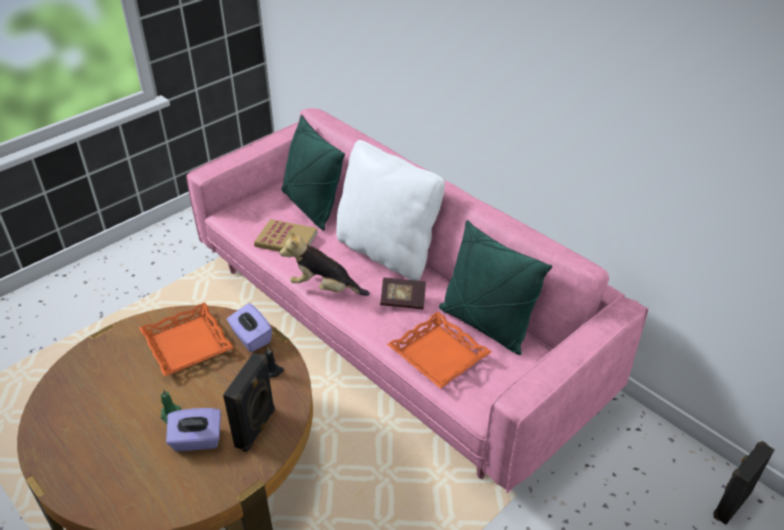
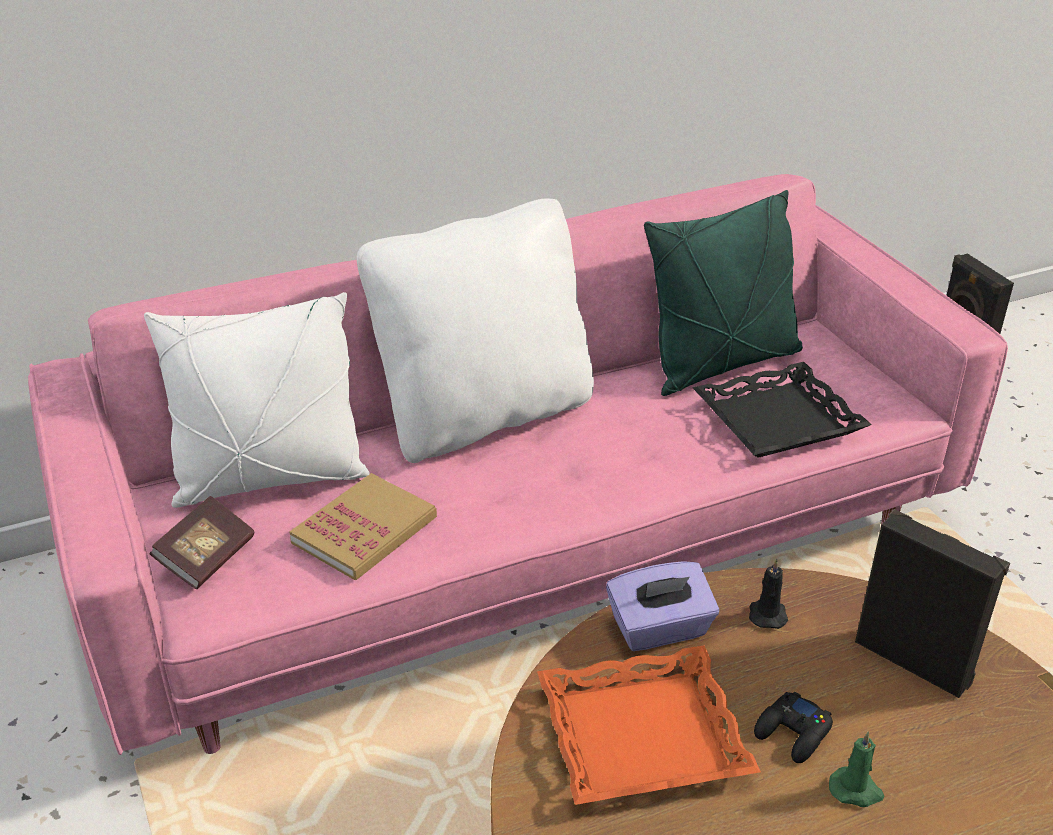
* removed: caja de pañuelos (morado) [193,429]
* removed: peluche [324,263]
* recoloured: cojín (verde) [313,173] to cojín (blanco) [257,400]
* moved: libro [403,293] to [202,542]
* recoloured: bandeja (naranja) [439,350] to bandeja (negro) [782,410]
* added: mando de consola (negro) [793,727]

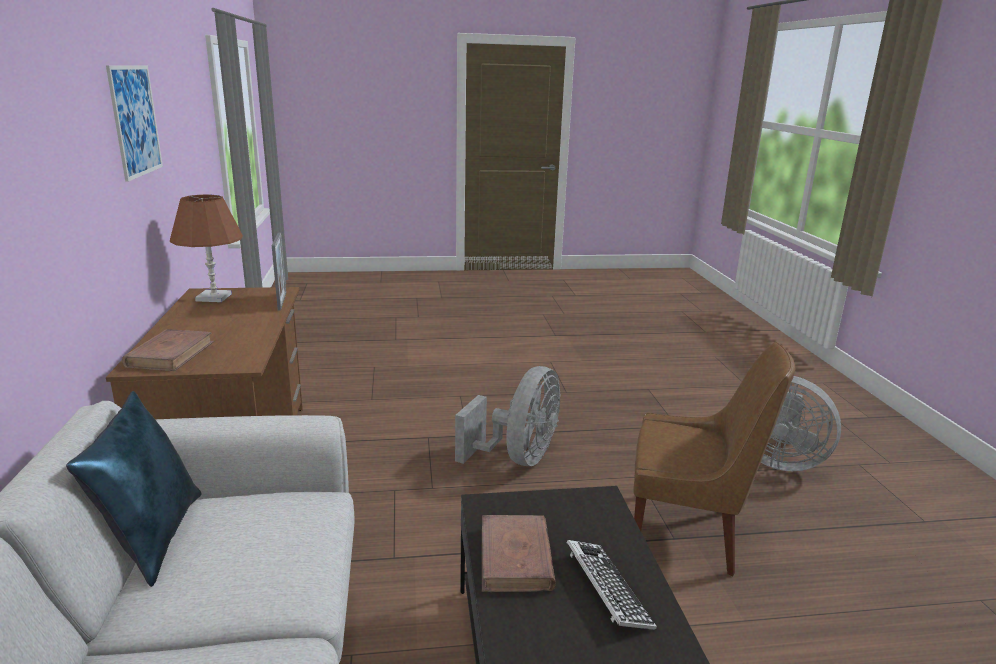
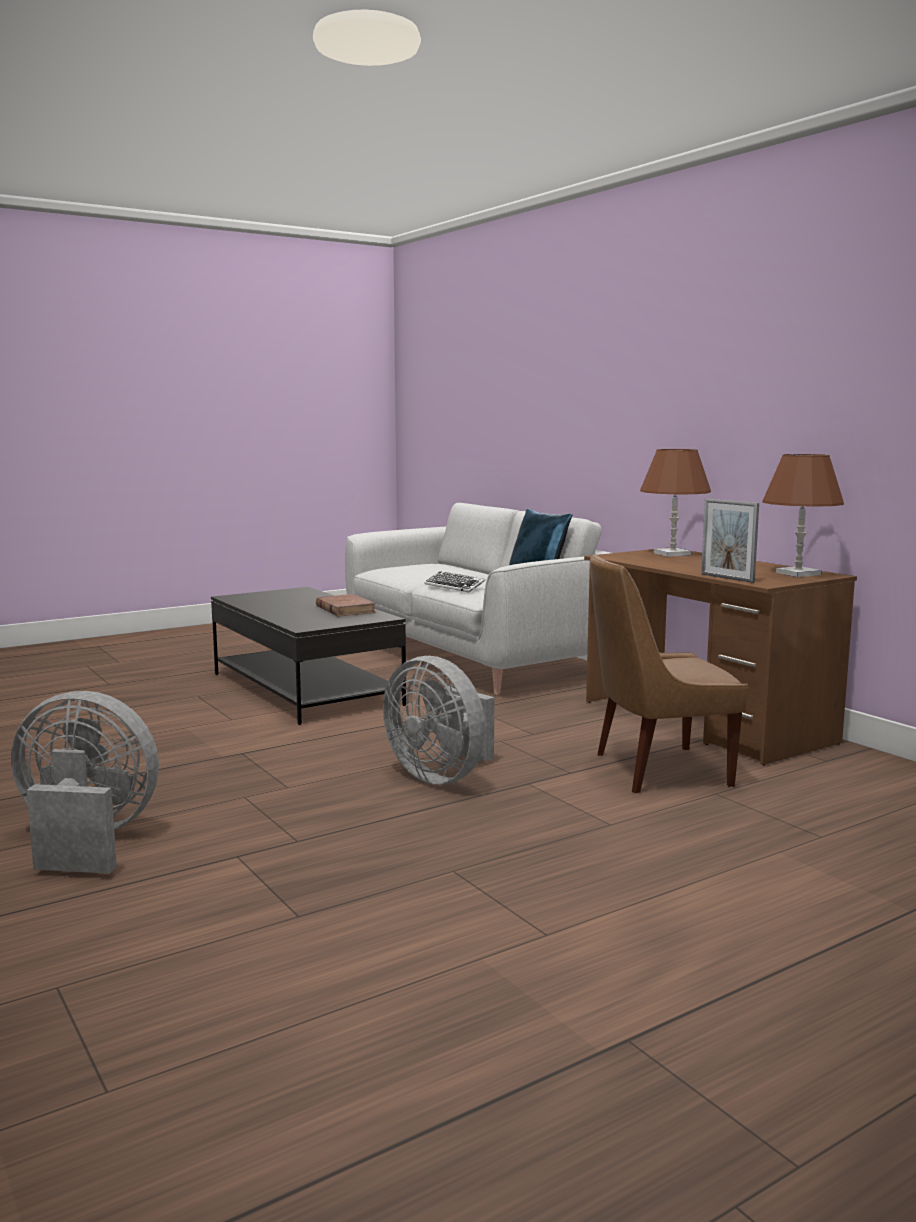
* removed: cuadro [134,123]
* replaced: libro (marrón) [168,350] to lámpara de mesa (marrón) [675,503]
* turned: ventilador (gris) [507,416] = [438,720] 45 degrees counterclockwise
* moved: teclado [612,585] to [454,581]
* moved: silla (marrón) [714,459] to [669,673]

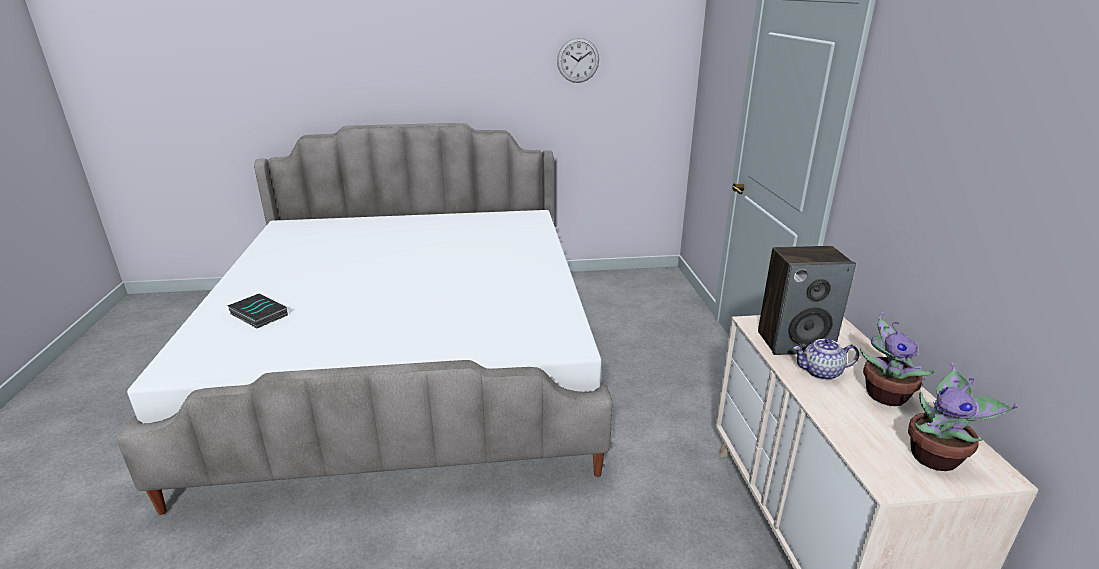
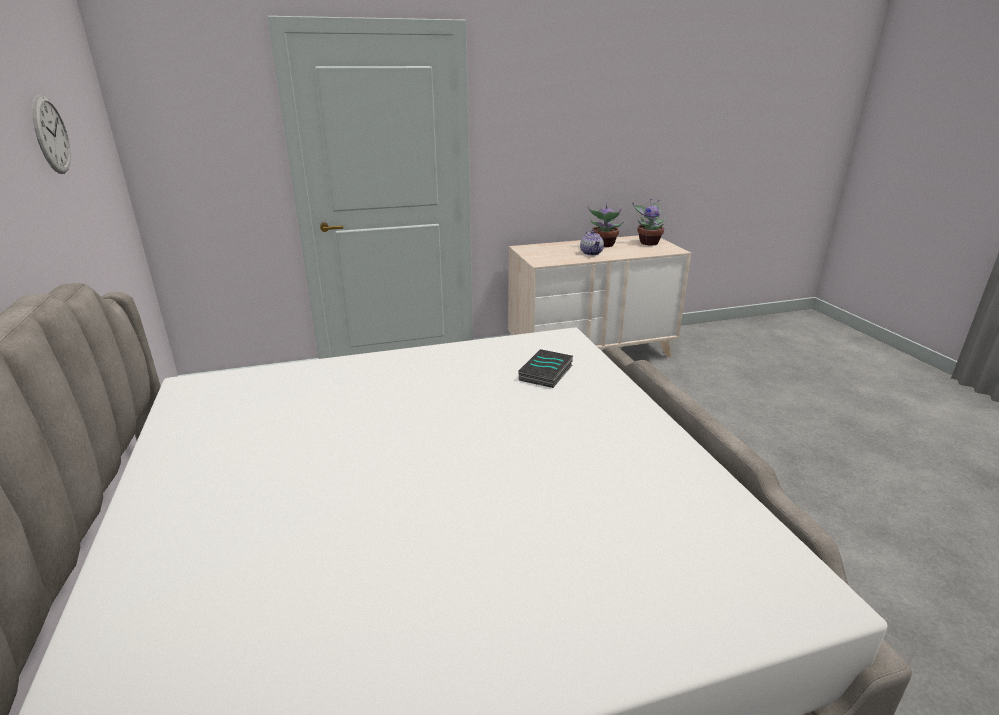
* moved: libro [257,311] to [546,368]
* removed: altavoz [807,300]

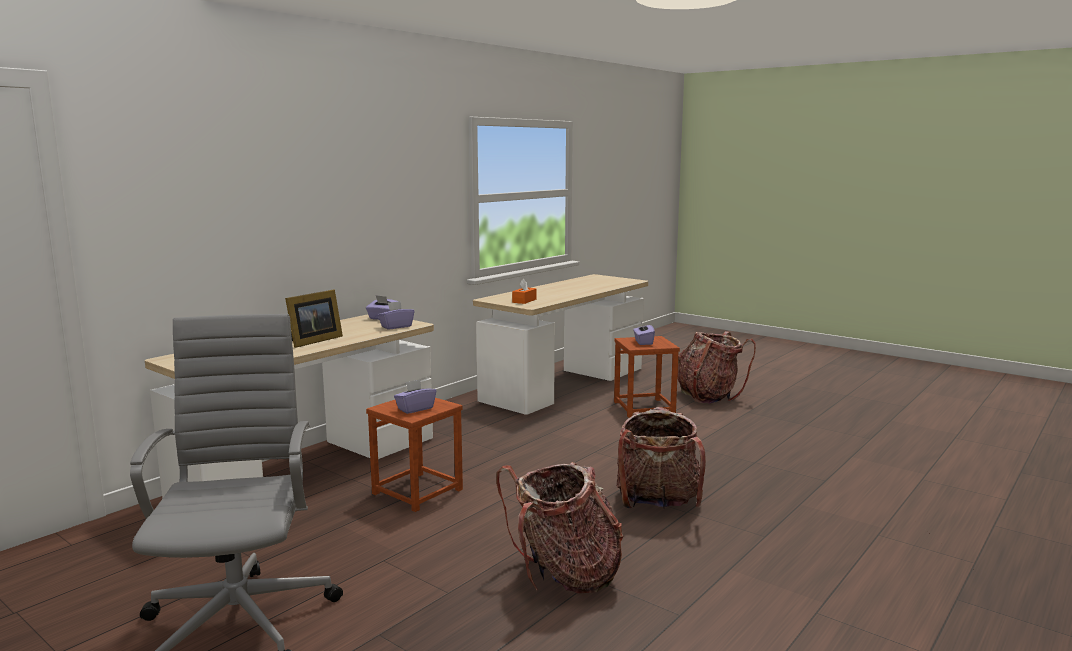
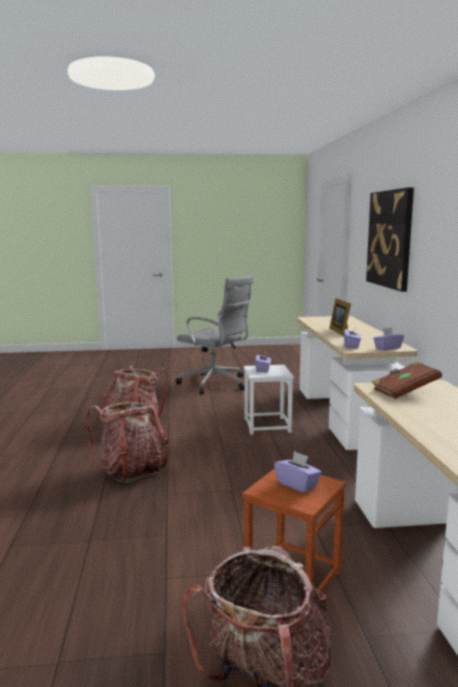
* recoloured: taburete (marrón) [414,455] to taburete (blanco) [269,400]
* replaced: caja de pañuelos (naranja) [524,291] to libro (marrón) [407,380]
* added: cuadro [390,239]

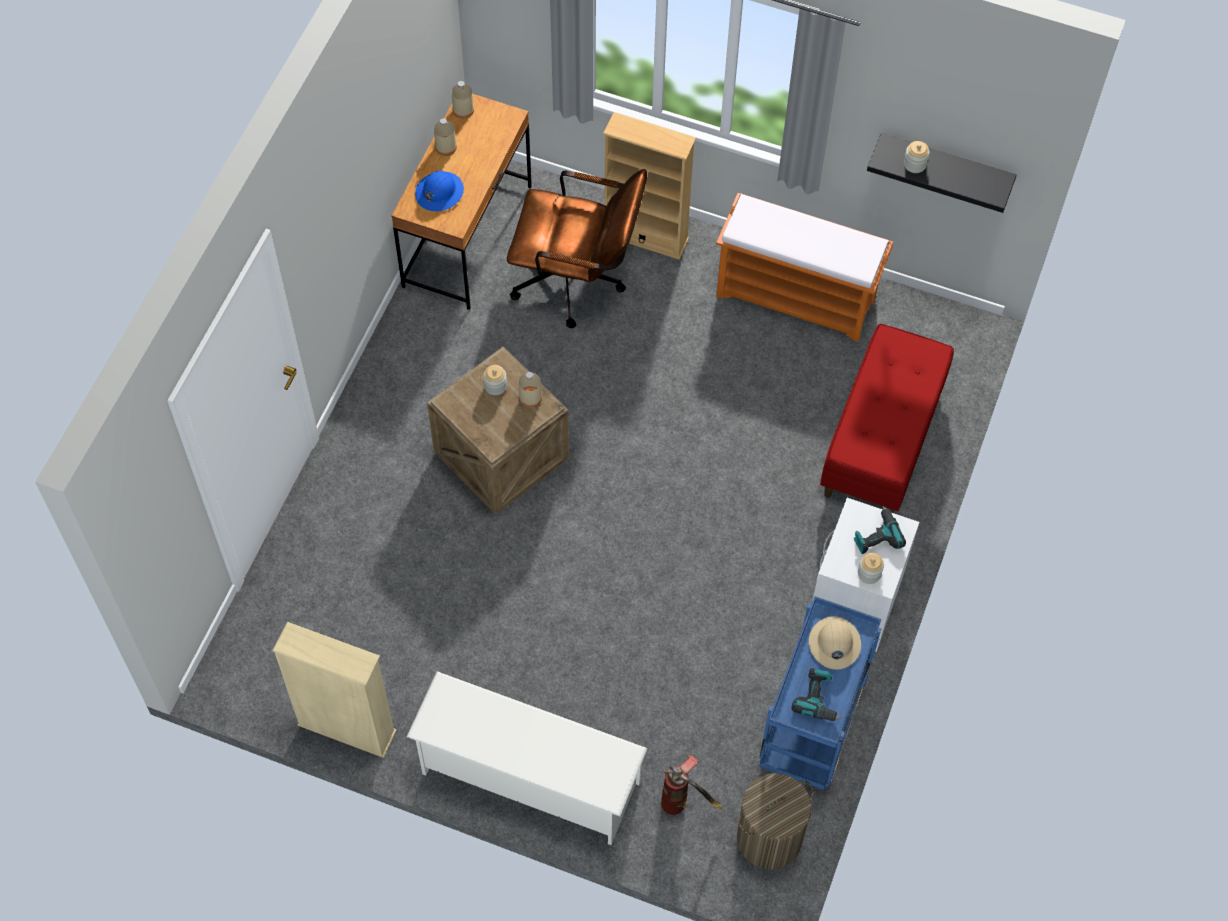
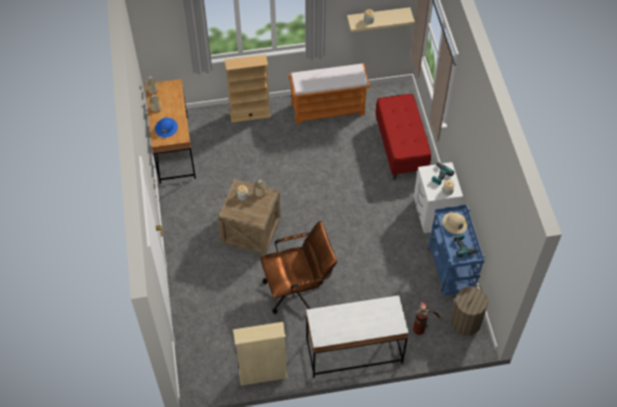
* replaced: zapatero (blanco) [527,758] to escritorio (blanco) [357,336]
* moved: silla de oficina (marrón) [577,248] to [298,267]
* recoloured: estante (negro) [941,173] to estante (beis) [381,19]

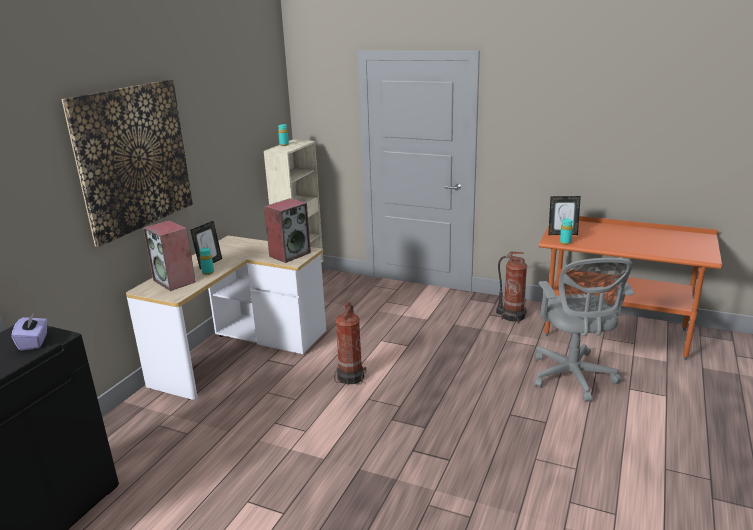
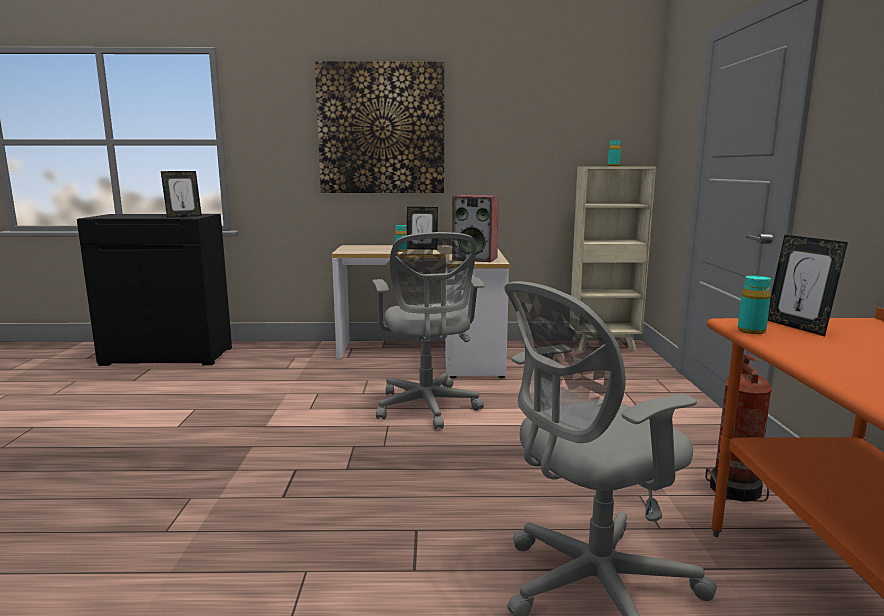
* replaced: caja de pañuelos (morado) [29,331] to portarretratos [181,194]
* removed: altavoz [169,255]
* replaced: extintor [350,343] to silla de oficina (gris) [428,331]

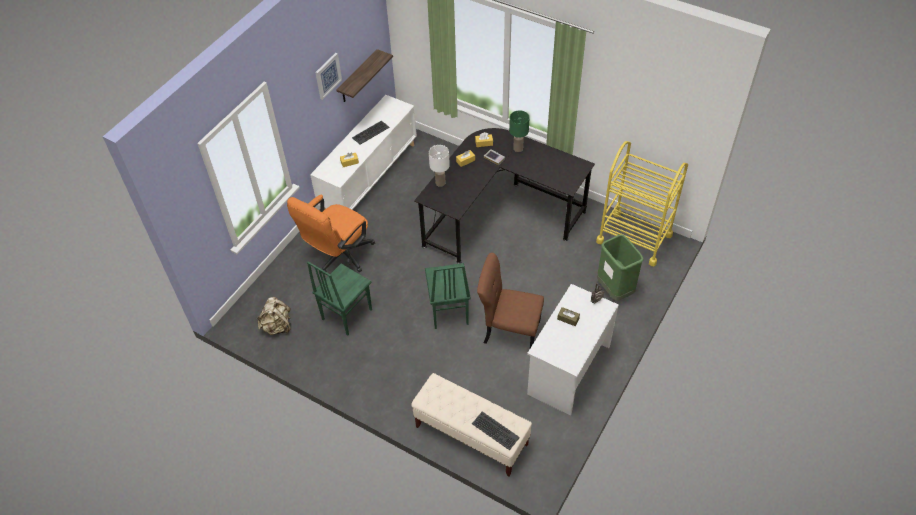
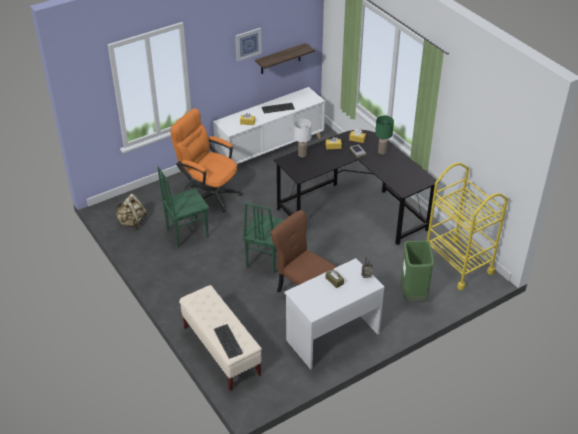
* turned: silla de oficina (naranja) [331,234] = [206,160] 60 degrees clockwise

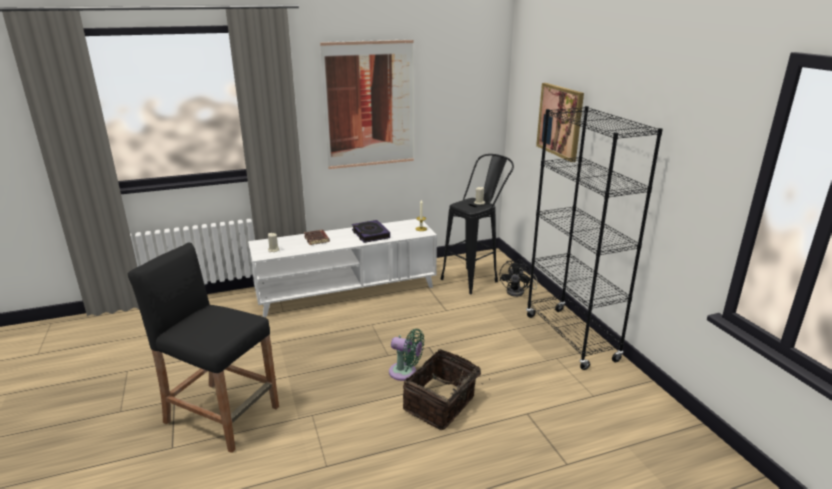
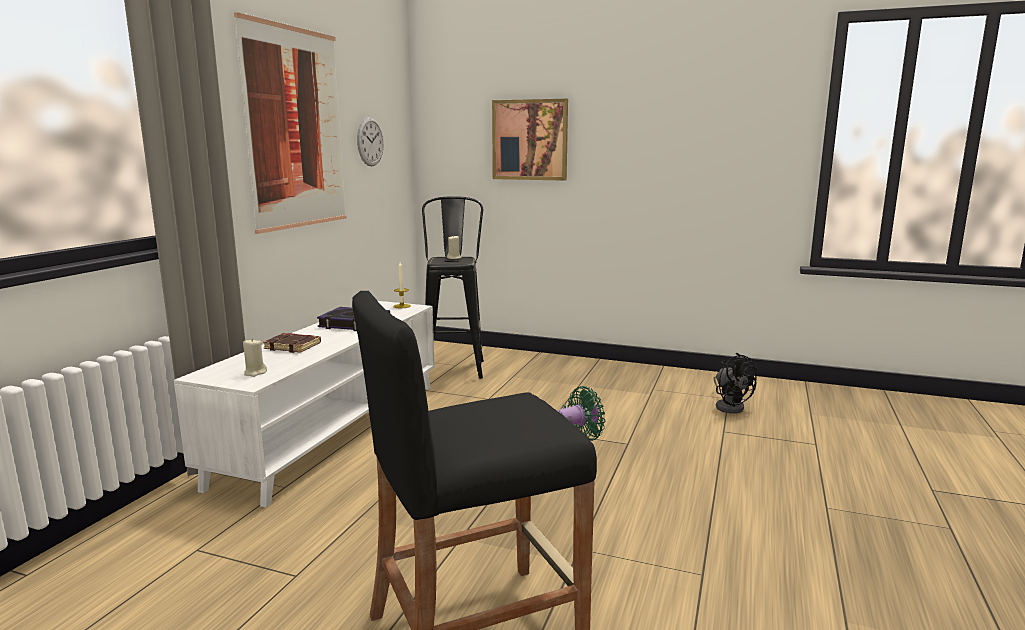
* removed: cesta [446,389]
* moved: ventilador (negro) [518,278] to [736,383]
* removed: estantería (negro) [594,238]
* added: reloj de pared [370,141]

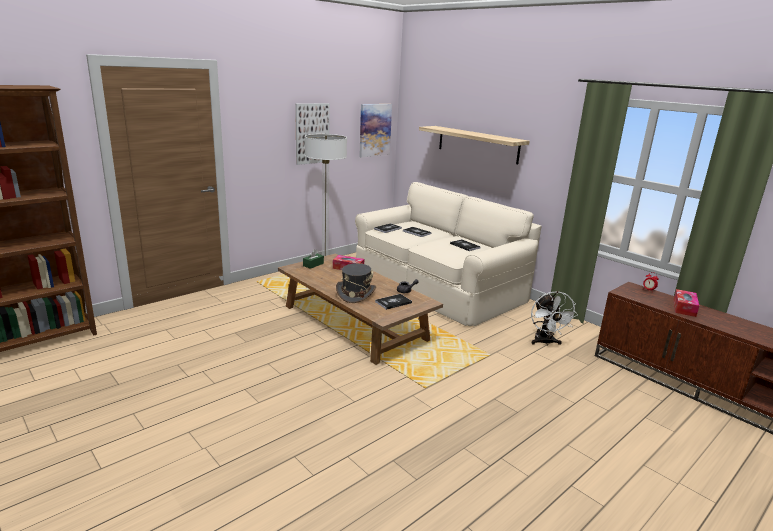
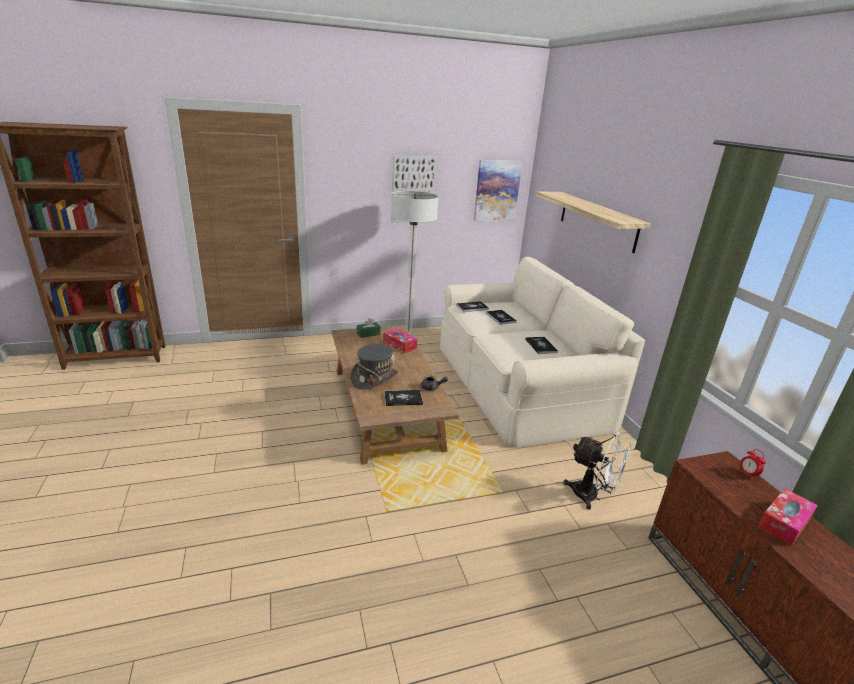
* turned: ventilador (blanco) [554,318] = [598,471] 75 degrees counterclockwise

